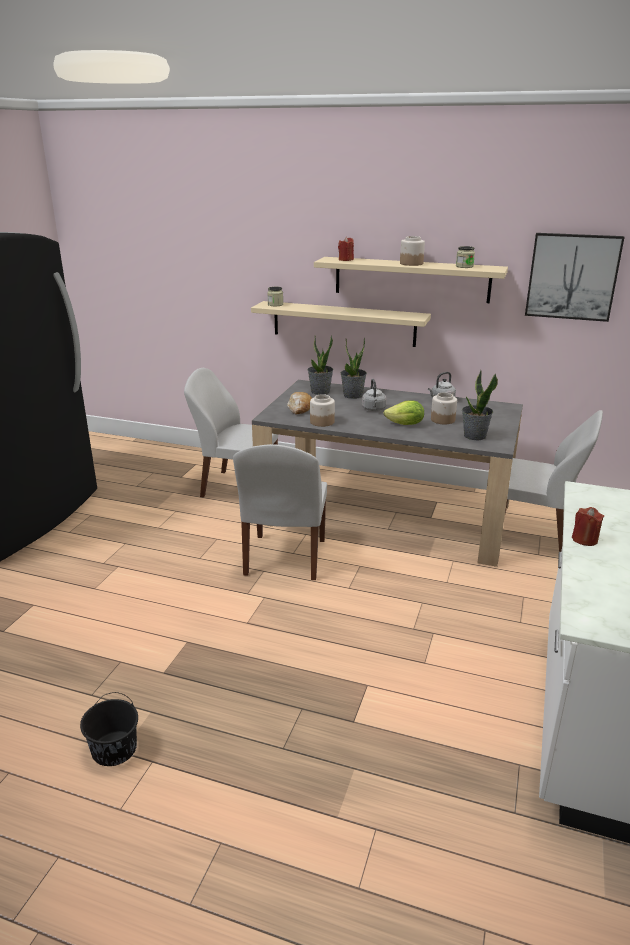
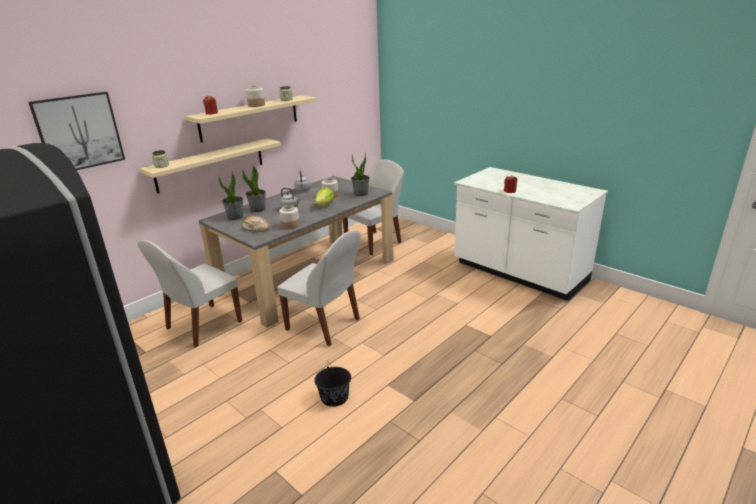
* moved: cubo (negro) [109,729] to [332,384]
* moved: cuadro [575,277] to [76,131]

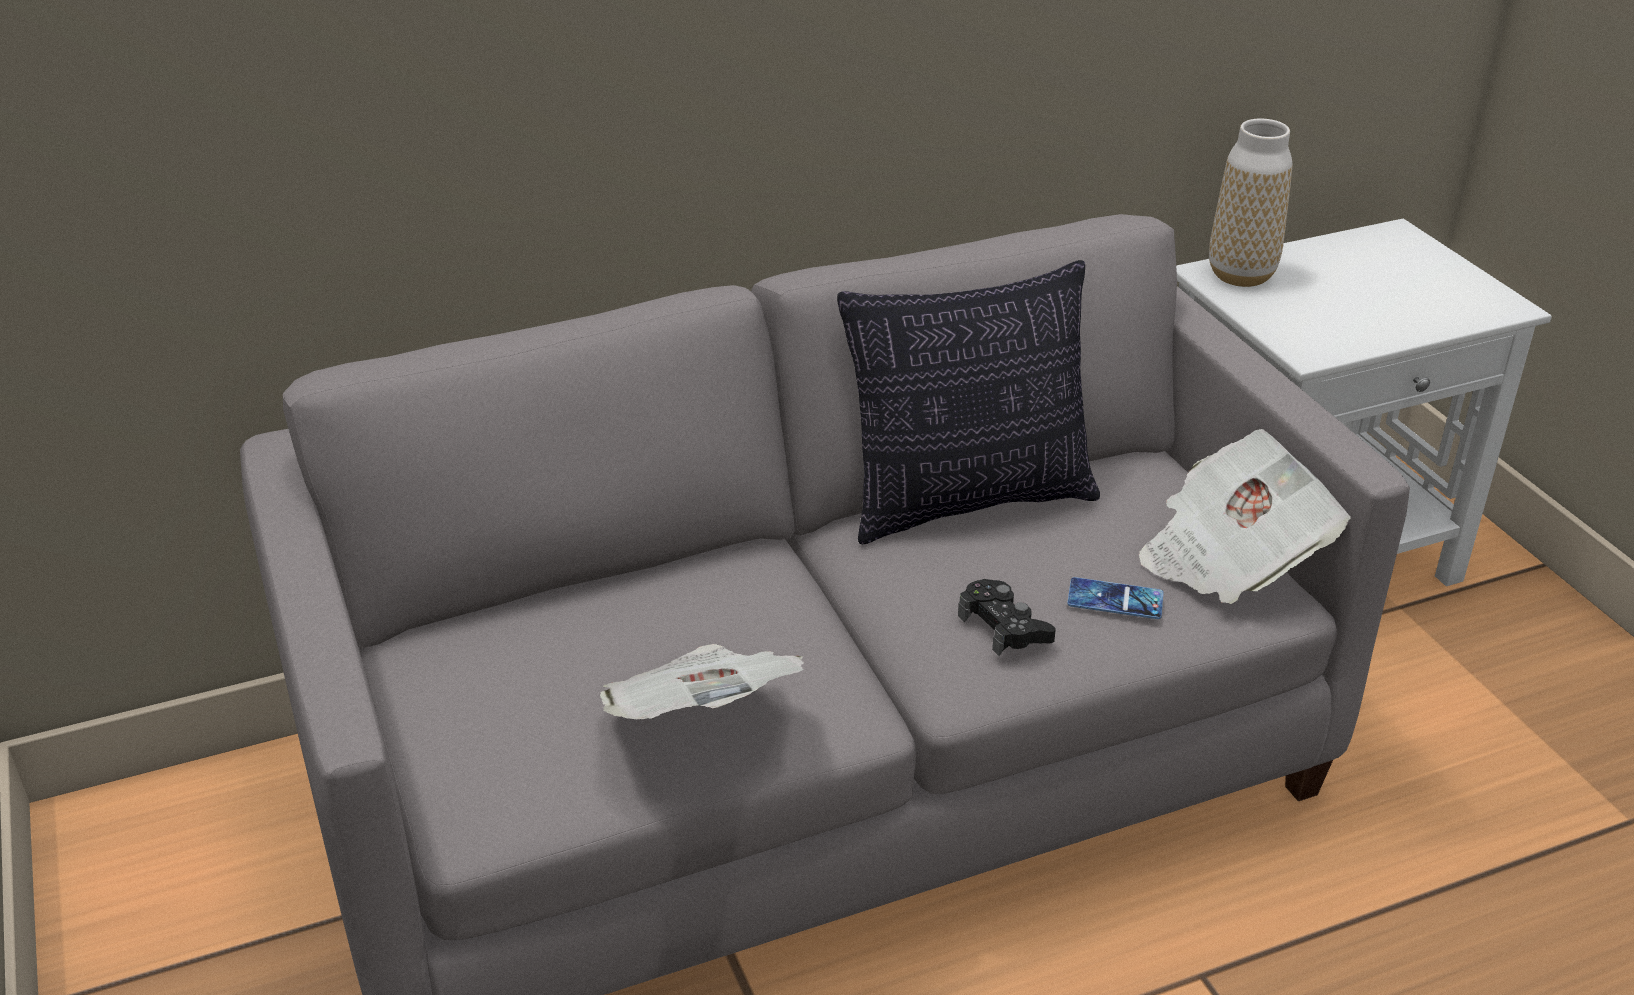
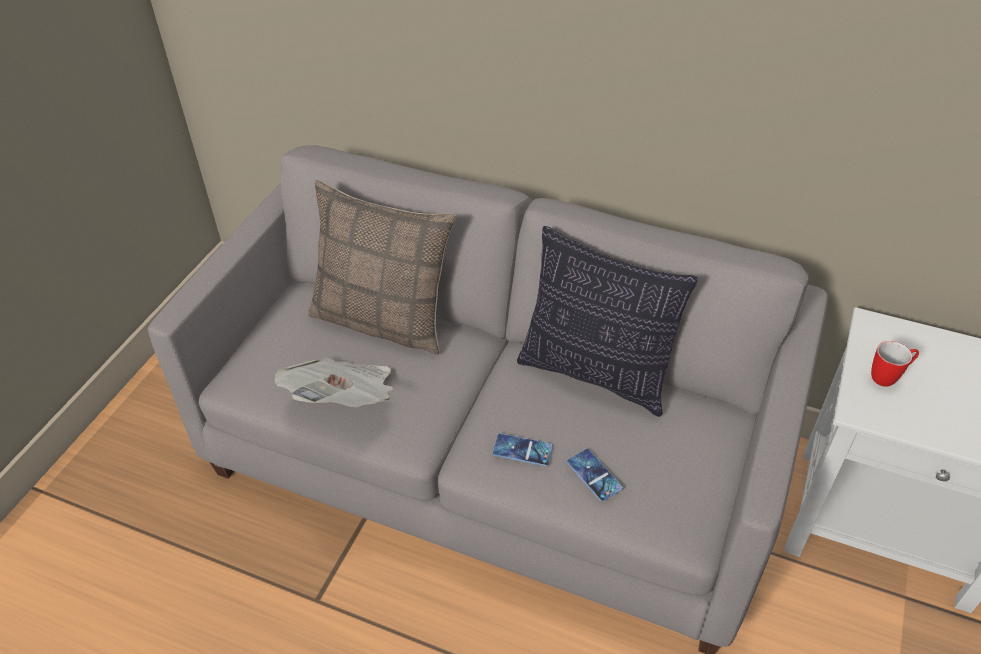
* replaced: mando de consola (negro) [1007,617] to móvil [522,449]
* removed: periódico [1245,516]
* removed: florero [1251,203]
* added: cojín [382,267]
* added: taza grande [895,364]

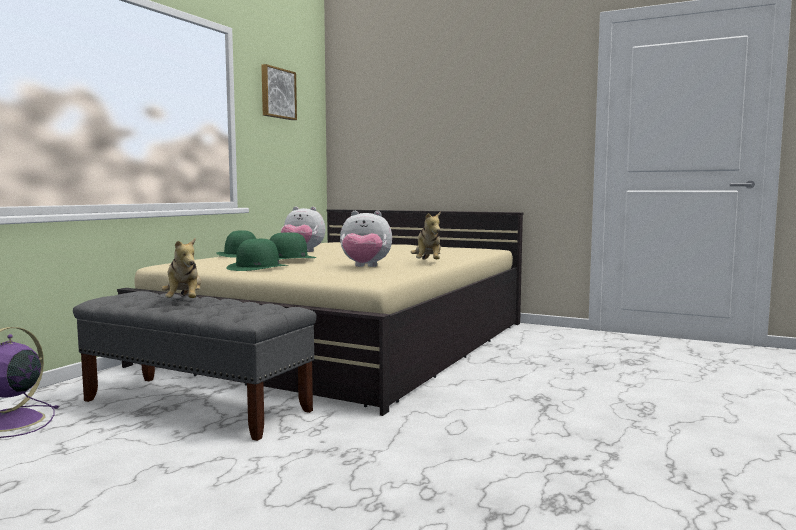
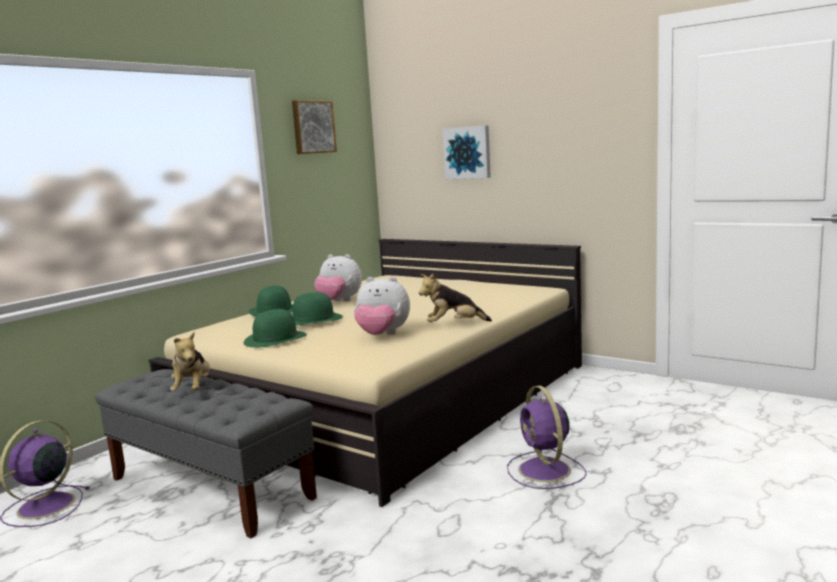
* turned: peluche [426,235] = [455,298] 75 degrees clockwise
* added: cuadro [466,152]
* added: ventilador (morado) [547,437]

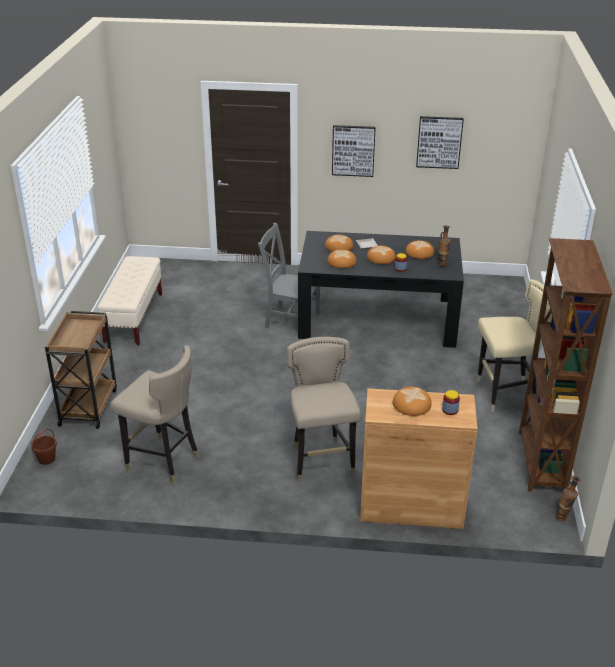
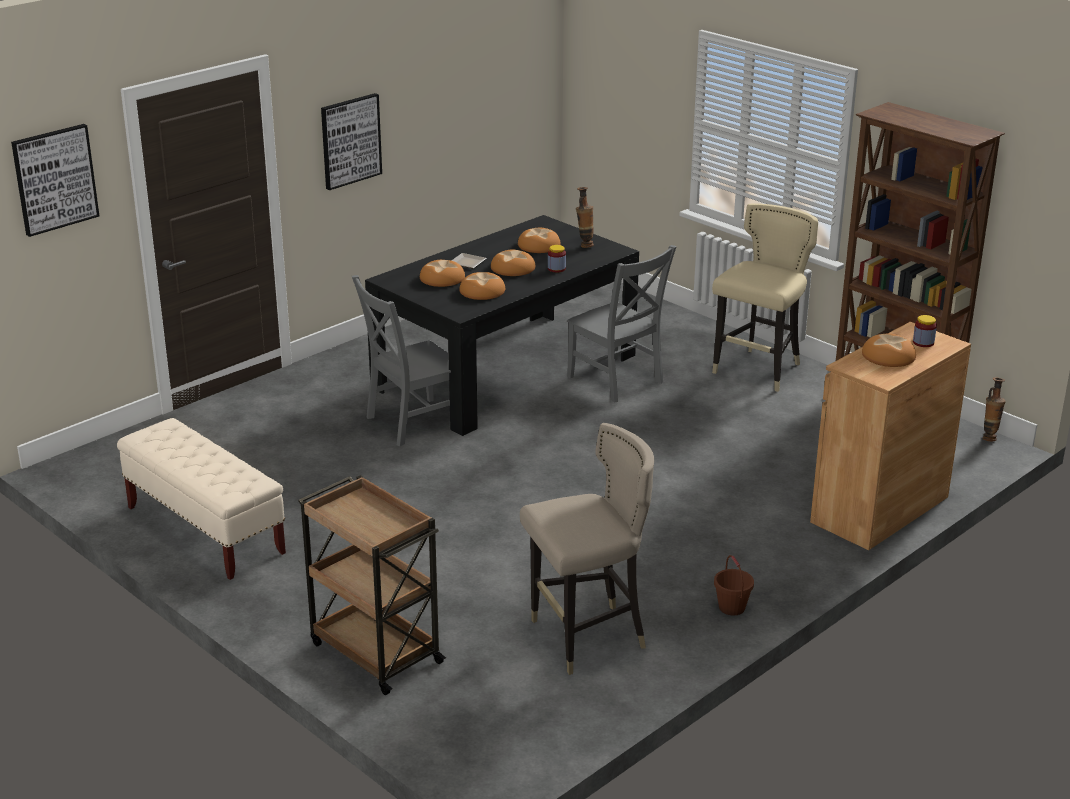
* moved: cubo (marrón) [44,447] to [734,585]
* removed: taburete (beis) [324,409]
* moved: cuadro [440,142] to [55,180]
* added: silla (gris) [622,324]

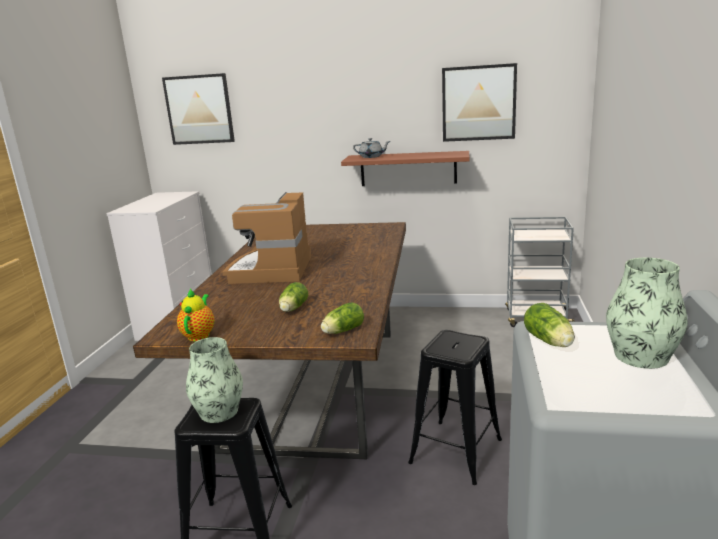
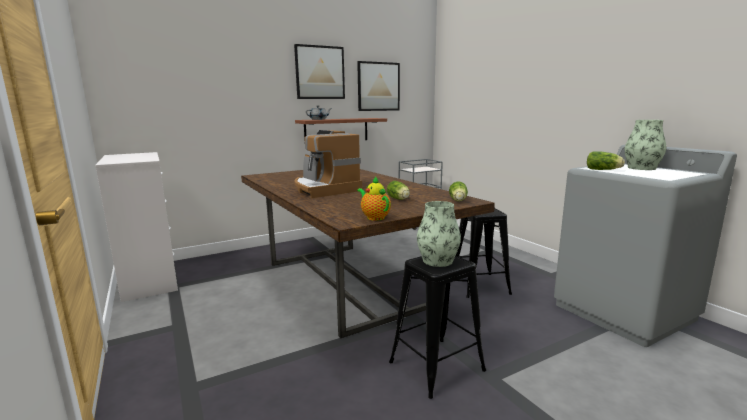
* moved: cuadro [198,109] to [319,71]

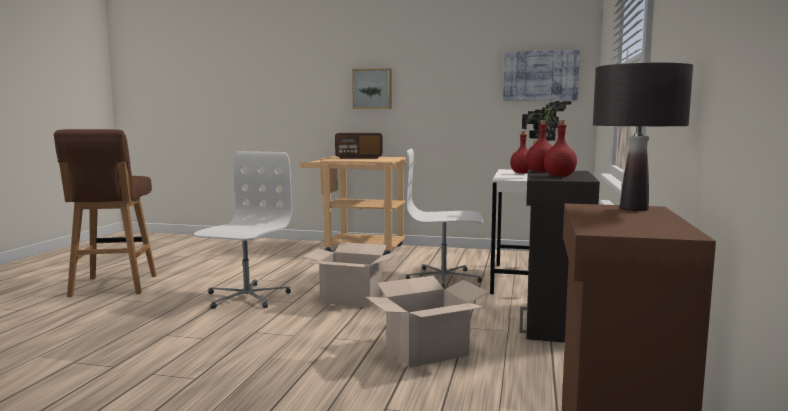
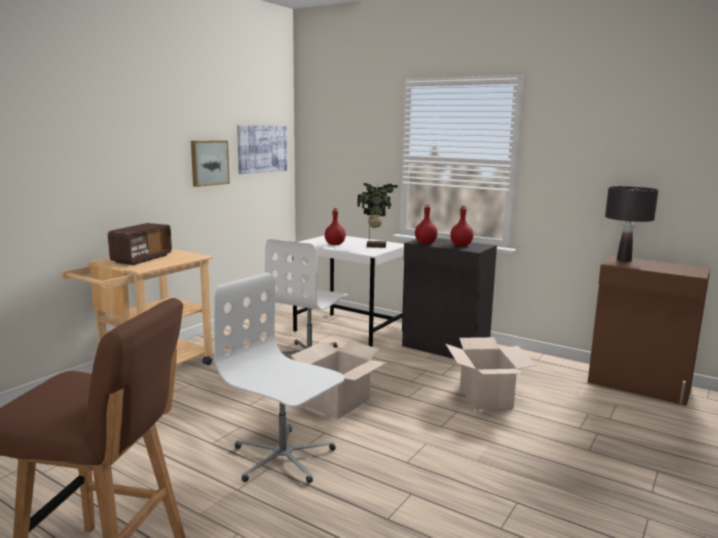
* moved: cuadro [372,88] to [210,163]

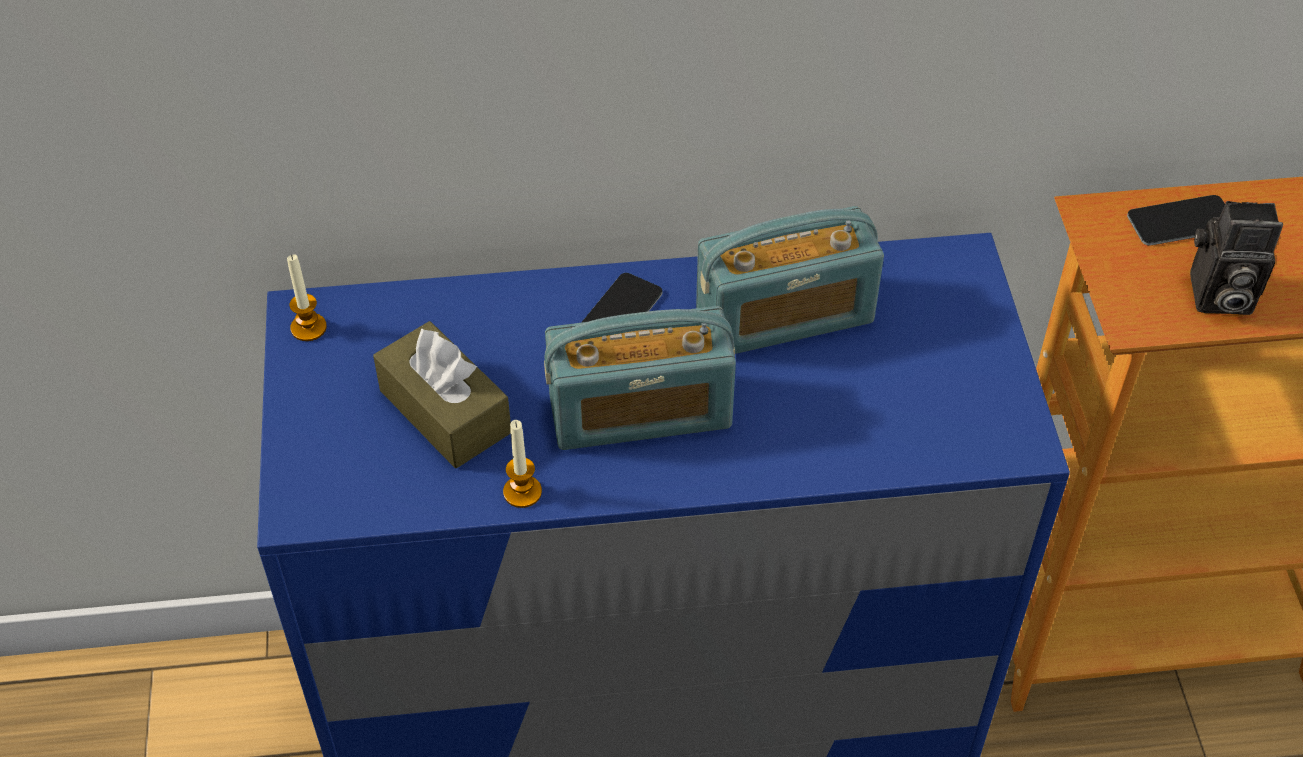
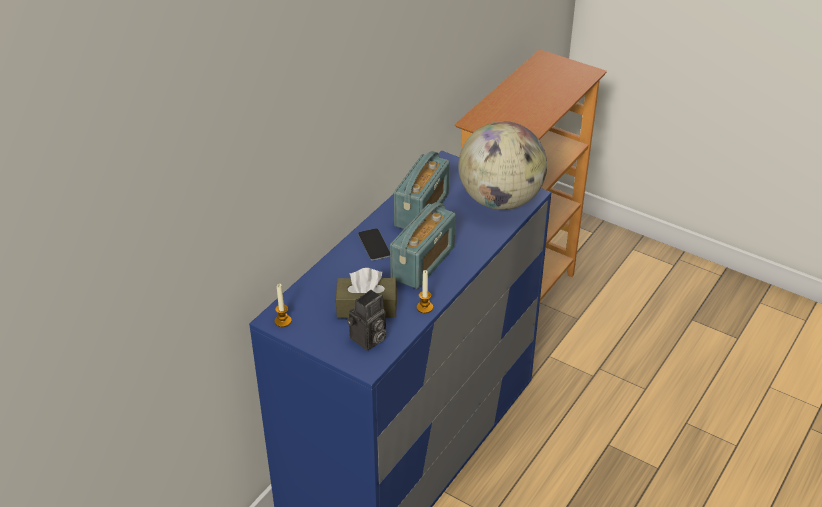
* removed: móvil [1176,220]
* moved: cámara [1236,258] to [366,320]
* added: globo terráqueo [502,165]

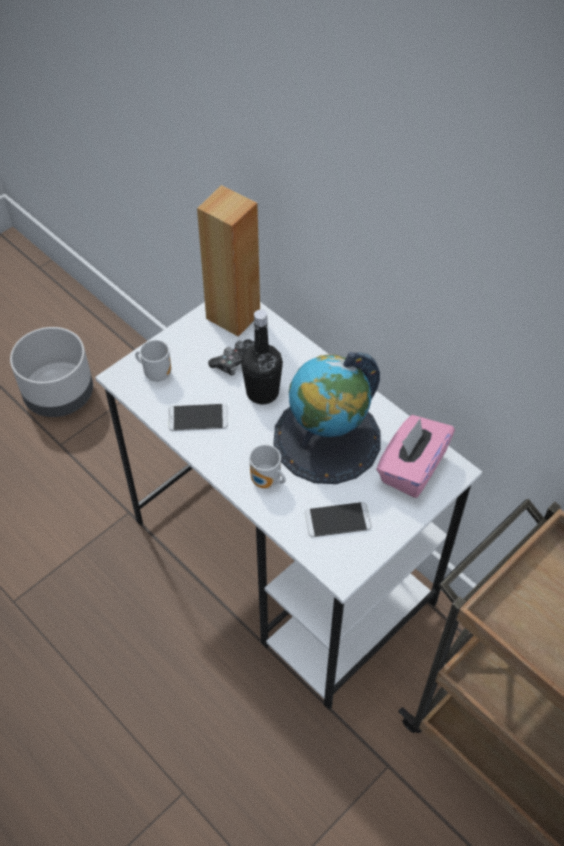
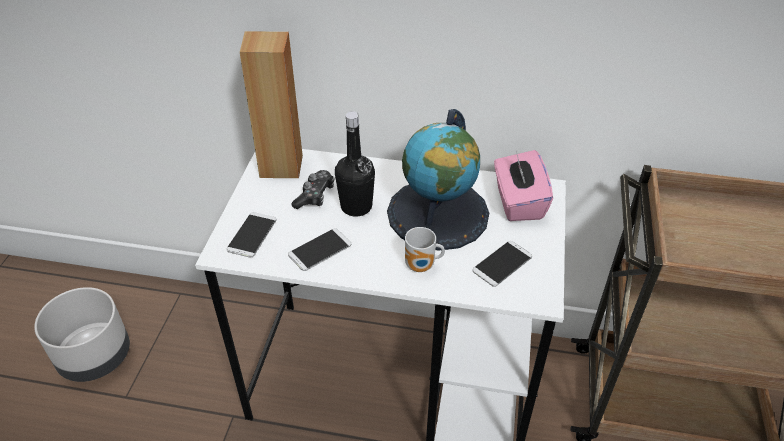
* replaced: taza grande [153,361] to móvil [251,235]

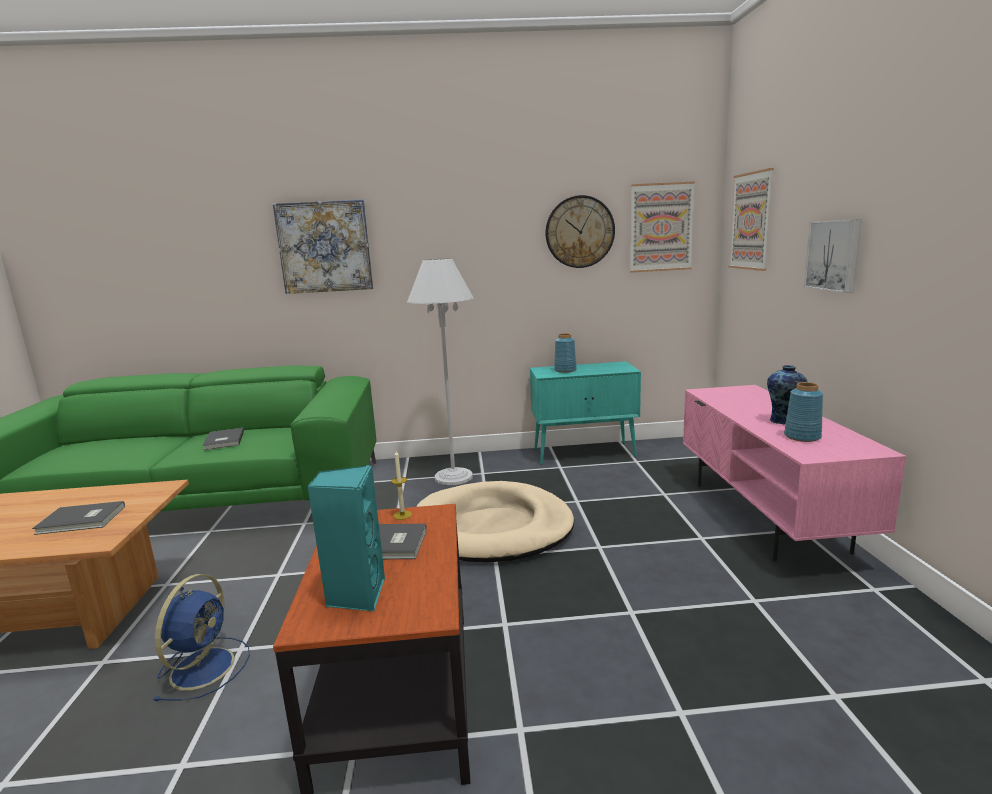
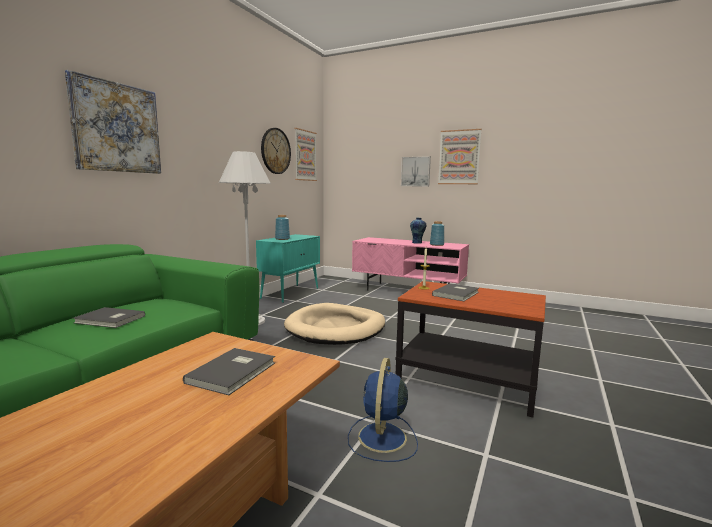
* turned: ventilador (azul) [201,637] = [383,410] 120 degrees counterclockwise
* removed: altavoz (turquesa) [346,538]
* moved: cuadro [751,219] to [459,156]

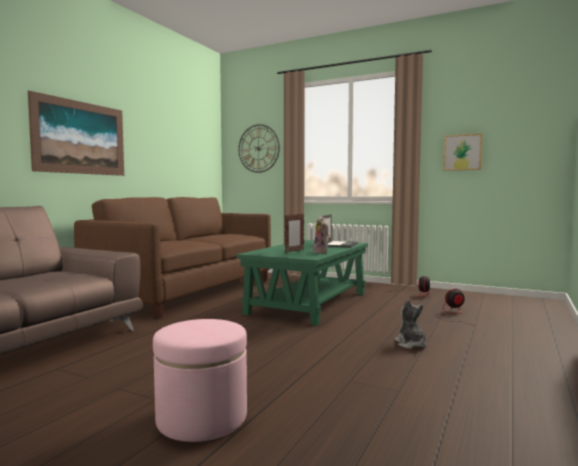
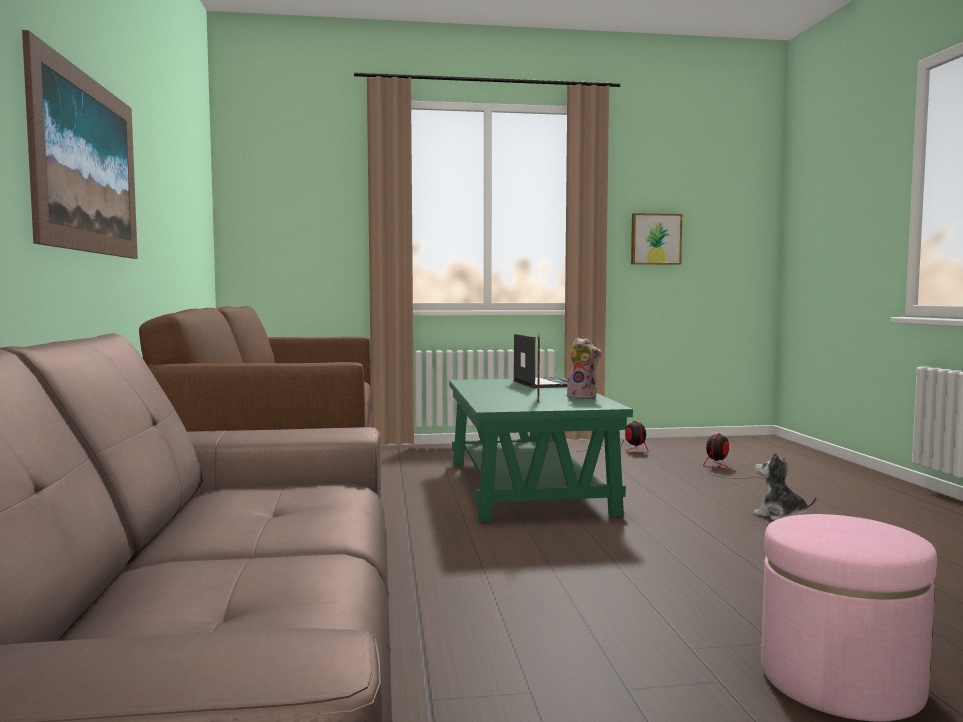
* removed: reloj de pared [259,148]

